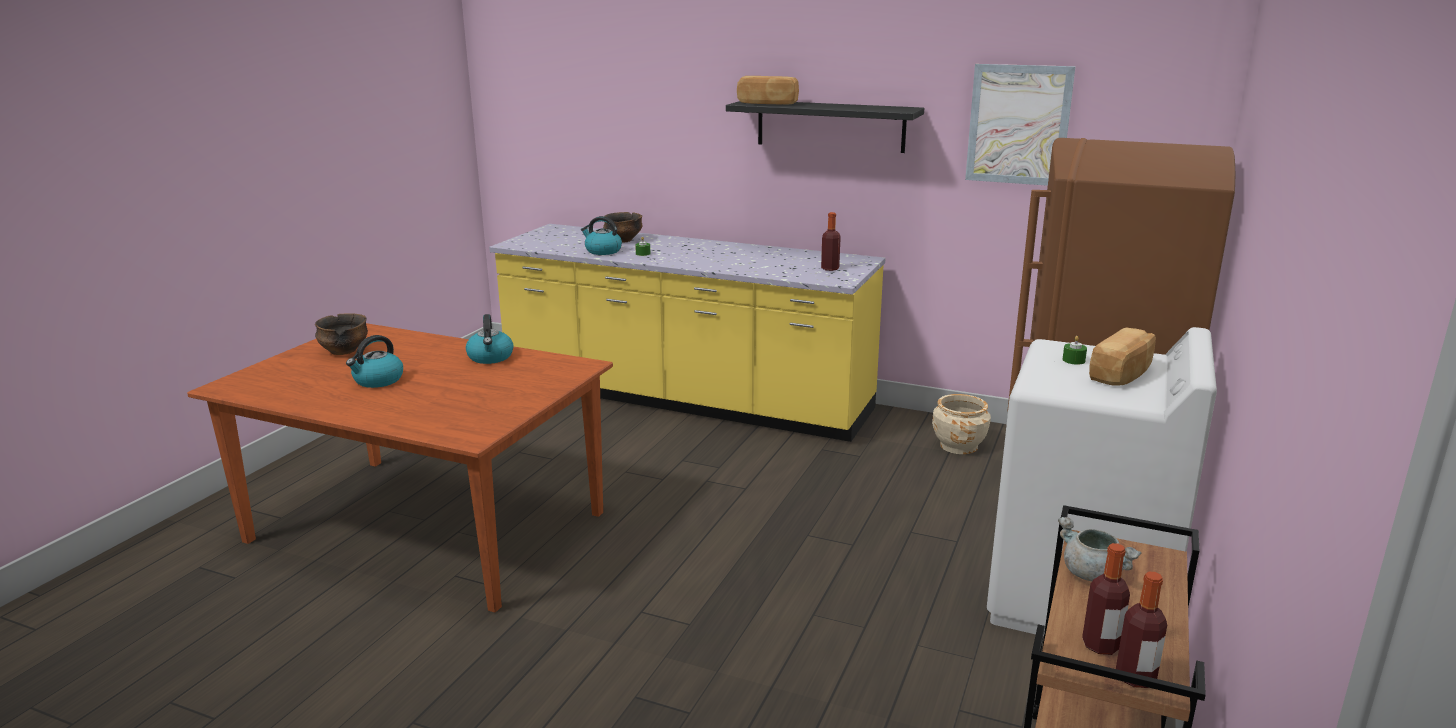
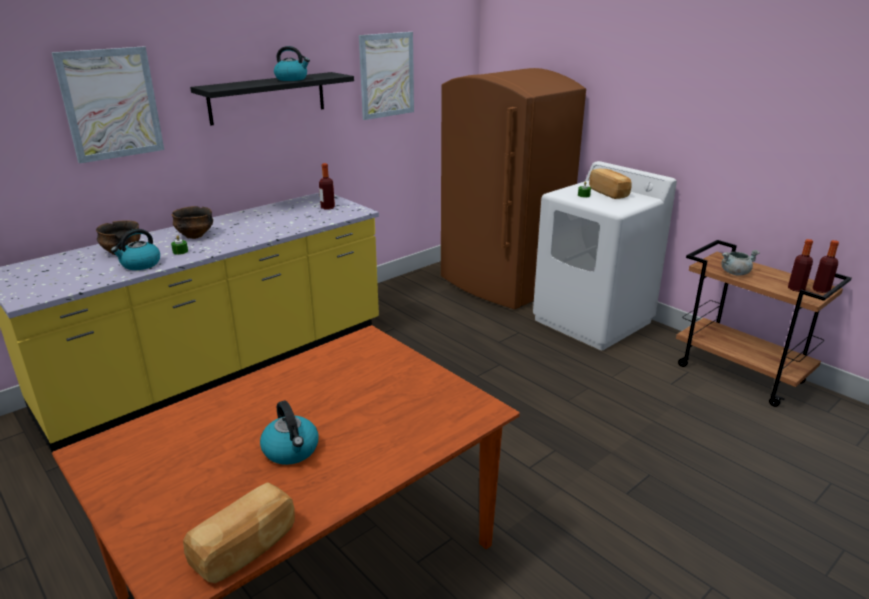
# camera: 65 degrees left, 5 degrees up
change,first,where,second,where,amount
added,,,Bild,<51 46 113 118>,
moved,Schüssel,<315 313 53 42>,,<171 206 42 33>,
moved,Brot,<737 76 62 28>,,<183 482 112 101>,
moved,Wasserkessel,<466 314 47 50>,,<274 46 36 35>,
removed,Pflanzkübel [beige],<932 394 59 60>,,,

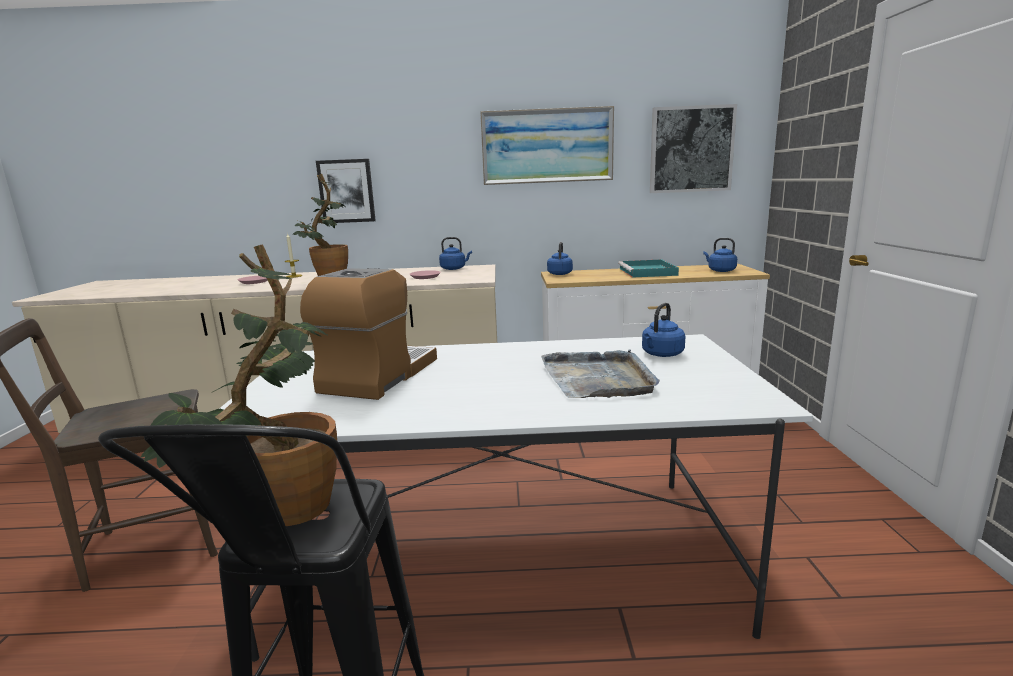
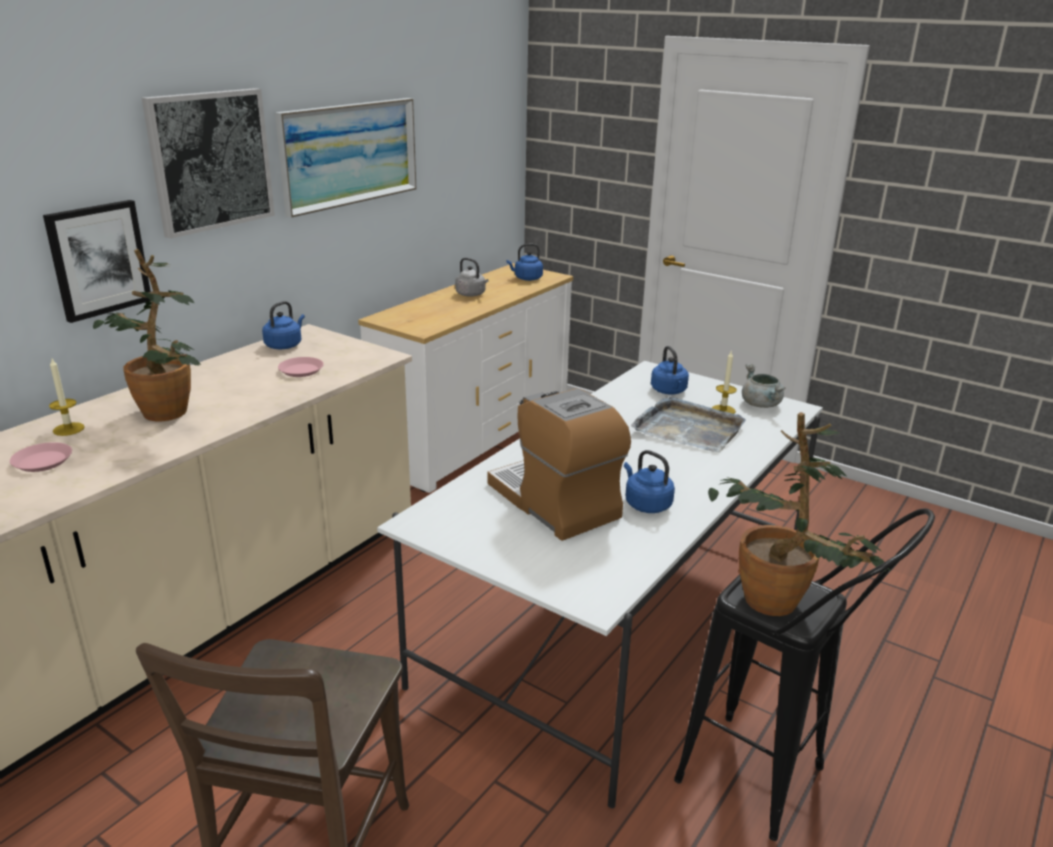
# camera: 55 degrees left, 10 degrees up
change,first,where,second,where,amount
moved,Bild,<650 104 87 89>,,<142 88 133 151>,
replaced,Tablett [türkis],<618 259 61 19>,Wasserkessel [grau],<455 258 33 39>,
moved,Wasserkessel [blau],<547 242 26 33>,,<624 450 51 63>,
added,,,Kerze,<712 351 25 63>,
added,,,Kochtopf [grau],<742 364 44 44>,

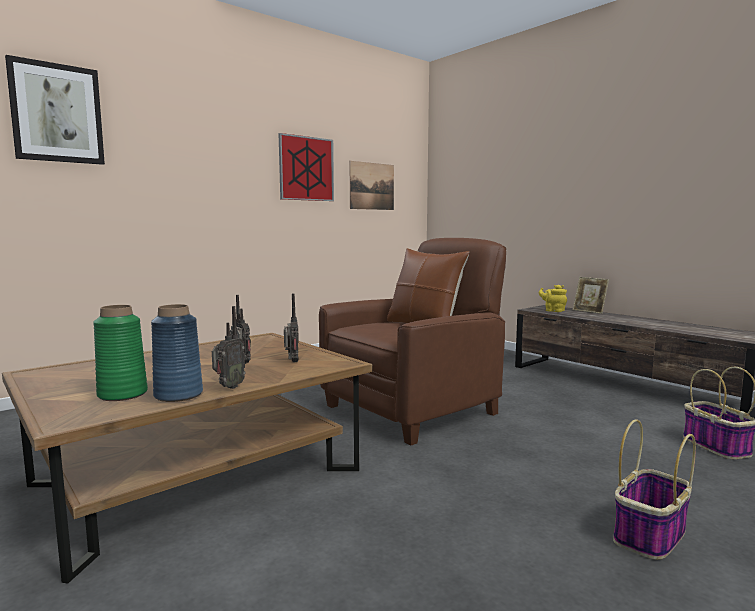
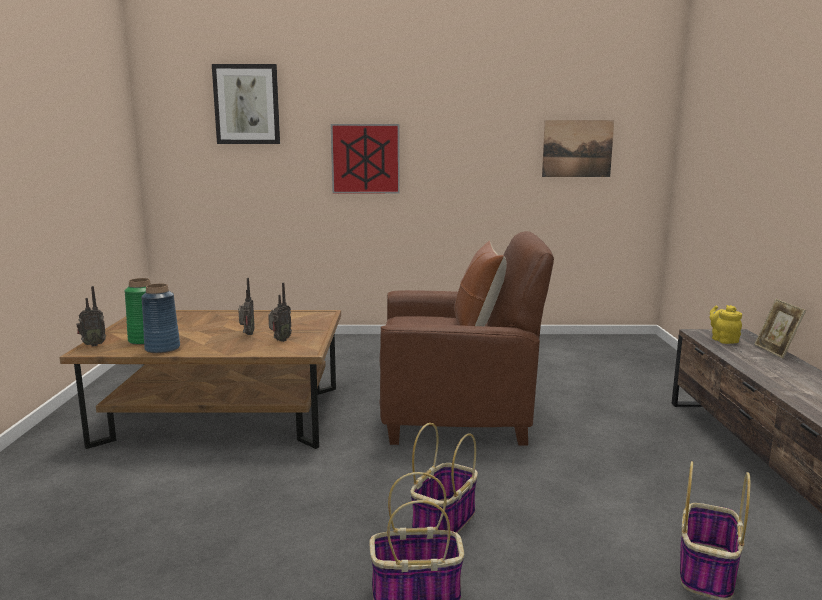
# camera: 40 degrees right, 5 degrees up
change,first,where,second,where,amount
moved,Radio,<212 306 34 83>,,<76 286 30 61>,
moved,Bild,<278 133 56 68>,,<331 124 69 69>,
added,,,Korb,<410 423 68 110>,

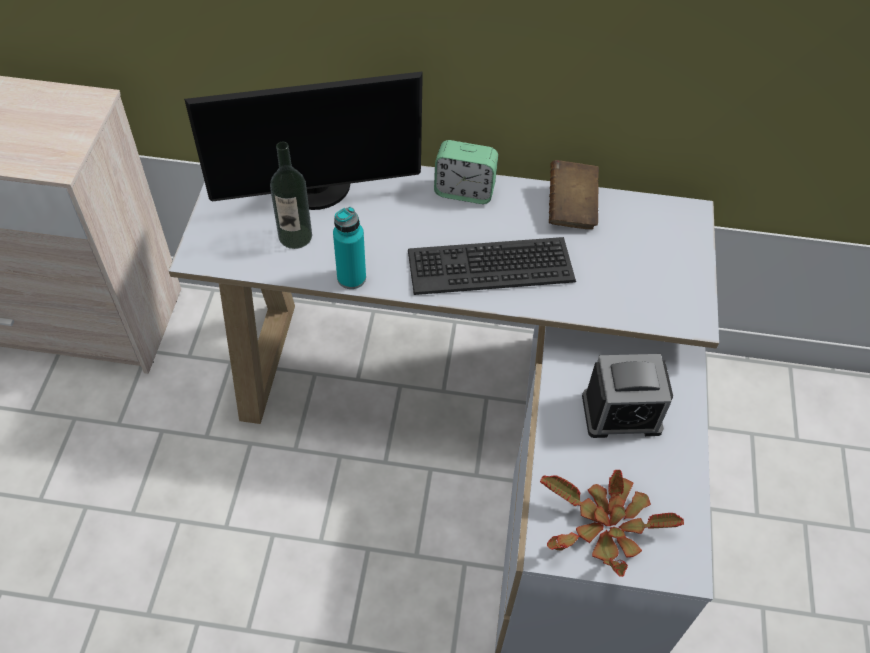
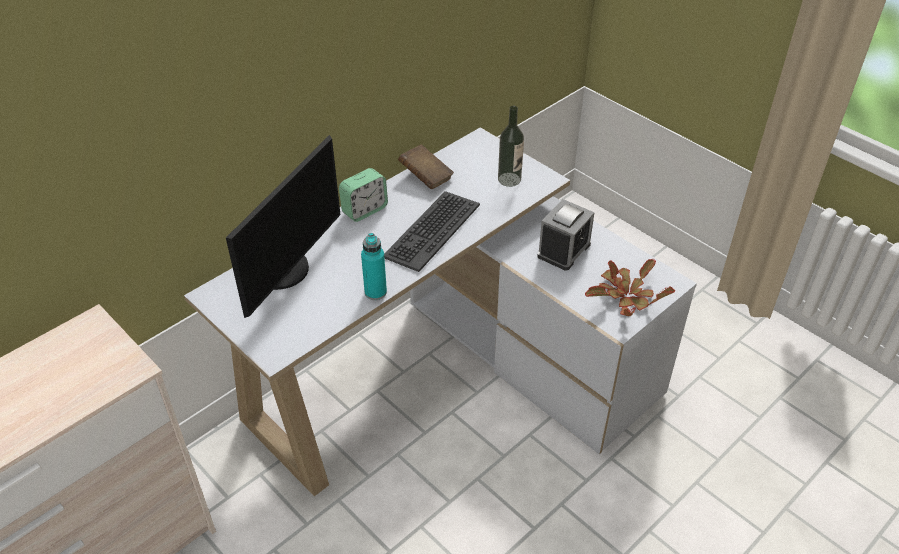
# camera: 50 degrees left, 10 degrees down
change,first,where,second,where,amount
moved,Flasche,<270 142 42 107>,,<498 106 26 81>,

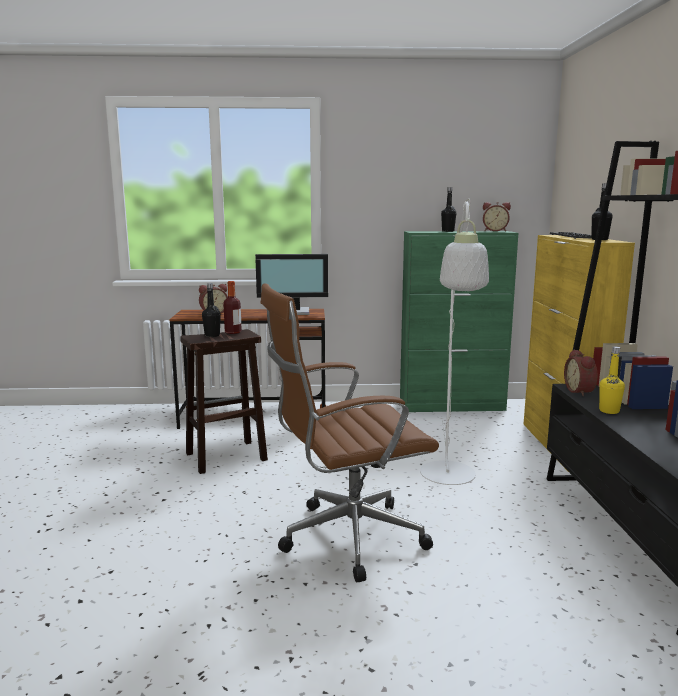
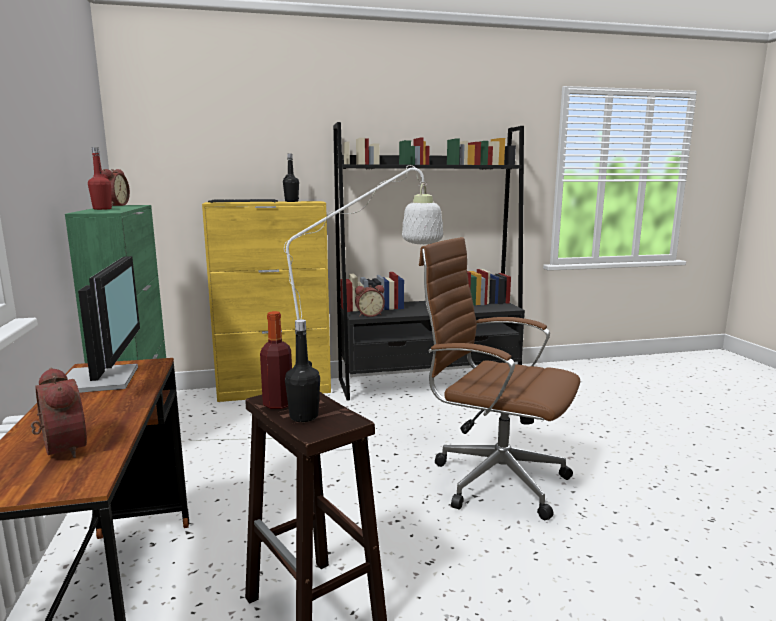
# camera: 100 degrees left, 0 degrees up
change,first,where,second,where,amount
recoloured,Flasche [schwarz],<441 187 15 45>,Flasche [rot],<88 147 24 63>,
turned,Bürostuhl [braun],<261 283 178 299>,,<419 237 161 283>,150 degrees clockwise
removed,Flasche [gelb],<599 346 26 68>,,,

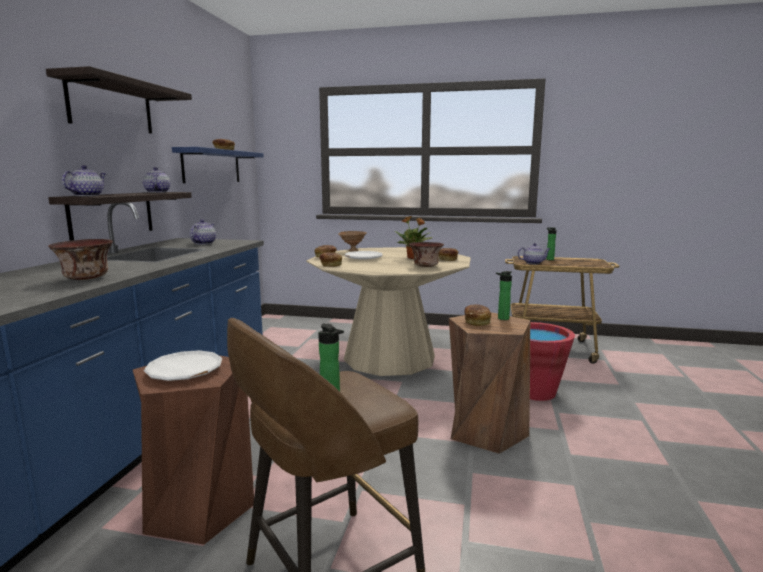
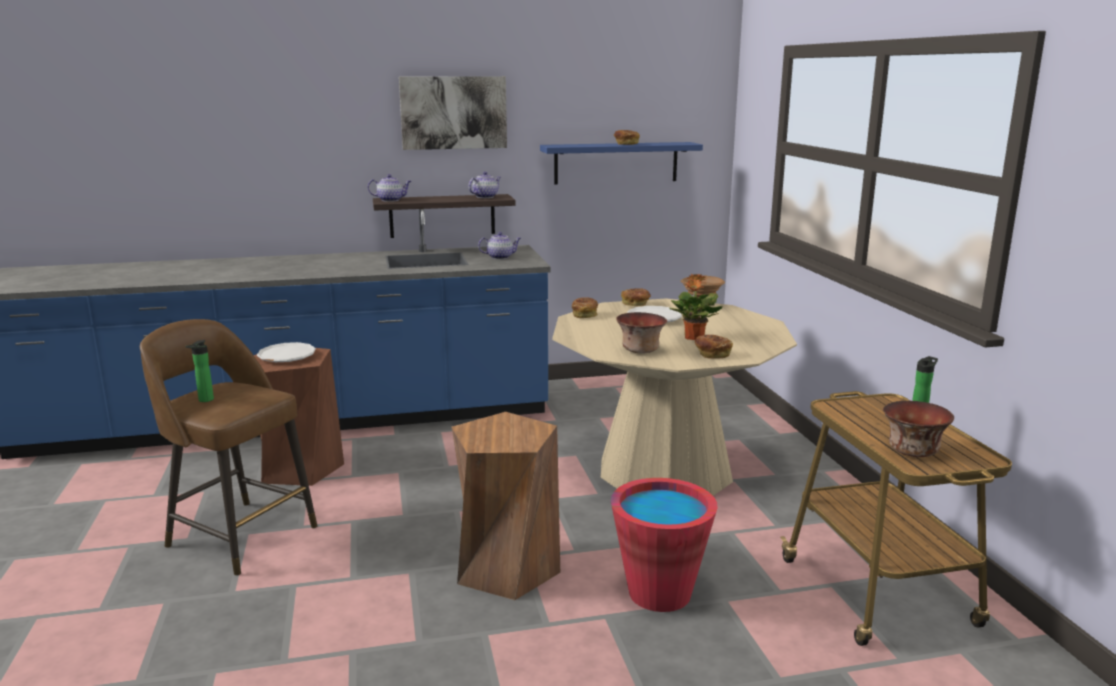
# camera: 65 degrees right, 5 degrees up
change,first,where,second,where,amount
replaced,Wandregal,<46 66 146 68>,Bild,<399 76 108 74>,
moved,Schüssel,<48 239 65 41>,,<883 401 71 56>,
removed,Brot,<464 304 27 22>,,,
removed,Flasche,<496 271 16 49>,,,
removed,Teekanne,<517 243 33 21>,,,

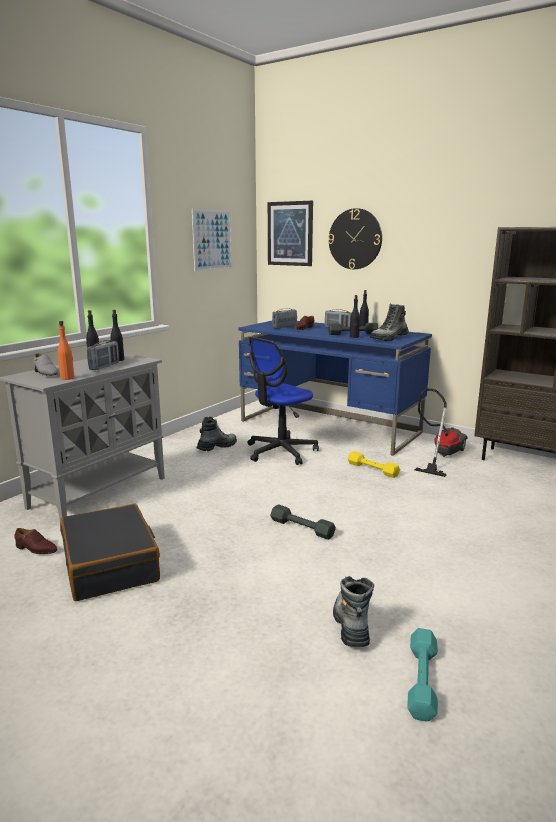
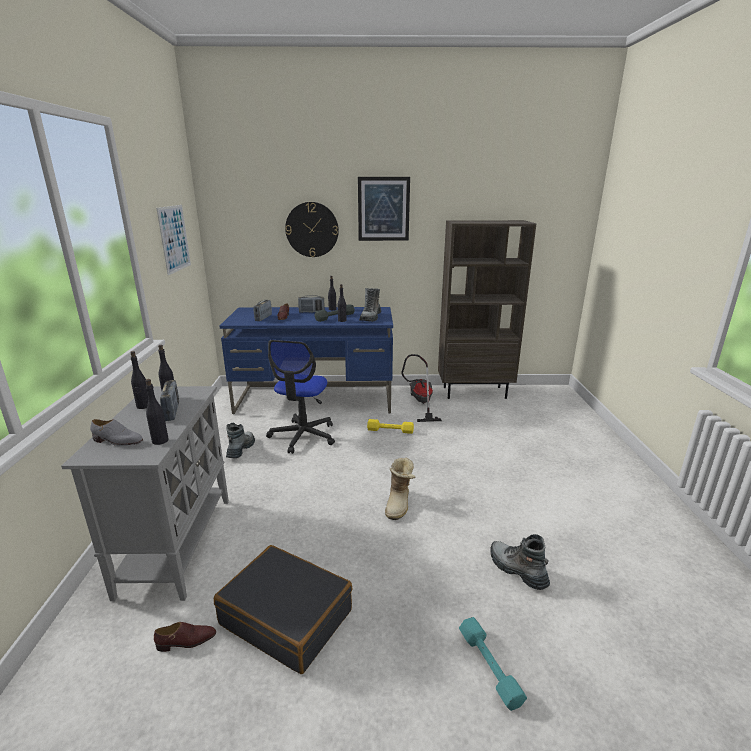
# camera: 35 degrees left, 5 degrees up
change,first,where,second,where,amount
recoloured,Flasche [orange],<57 321 18 59>,Flasche [schwarz],<146 379 23 66>,
moved,Bild,<268 201 45 65>,,<358 177 52 64>,
replaced,Hantel [grau],<270 504 66 36>,Stiefel,<385 458 31 62>,
moved,Hantel [türkis],<407 628 31 93>,,<459 617 68 94>,

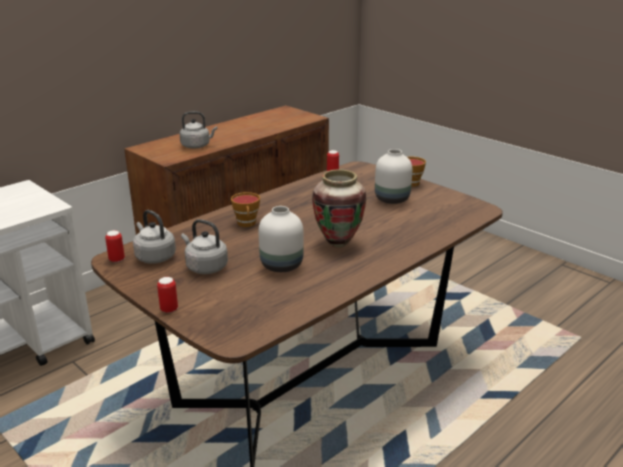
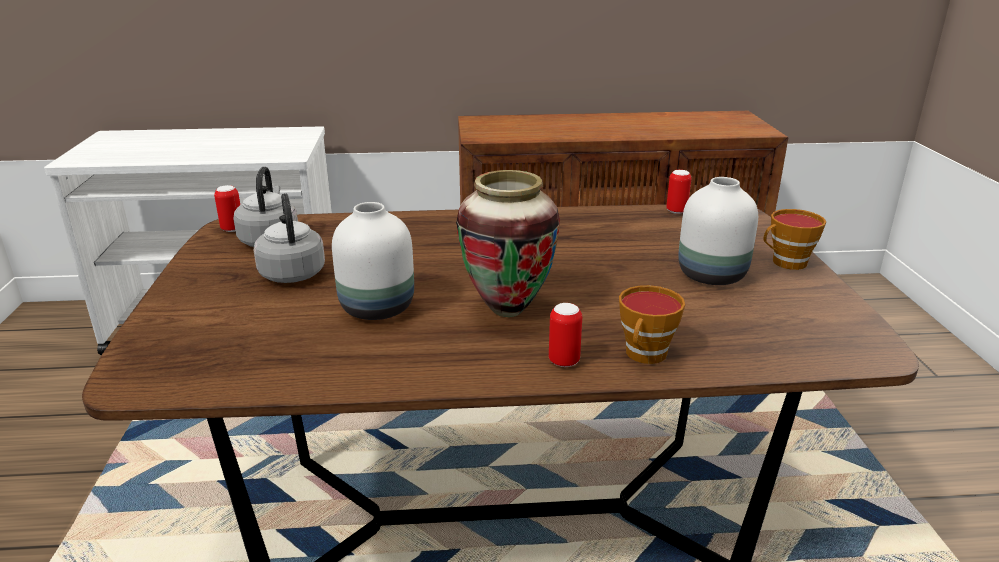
# camera: 40 degrees right, 0 degrees up
change,first,where,second,where,amount
moved,Dose,<157 277 21 36>,,<549 303 33 64>,
moved,Tasse,<231 192 29 35>,,<619 285 66 79>,
removed,Wasserkessel [grau],<180 111 37 38>,,,

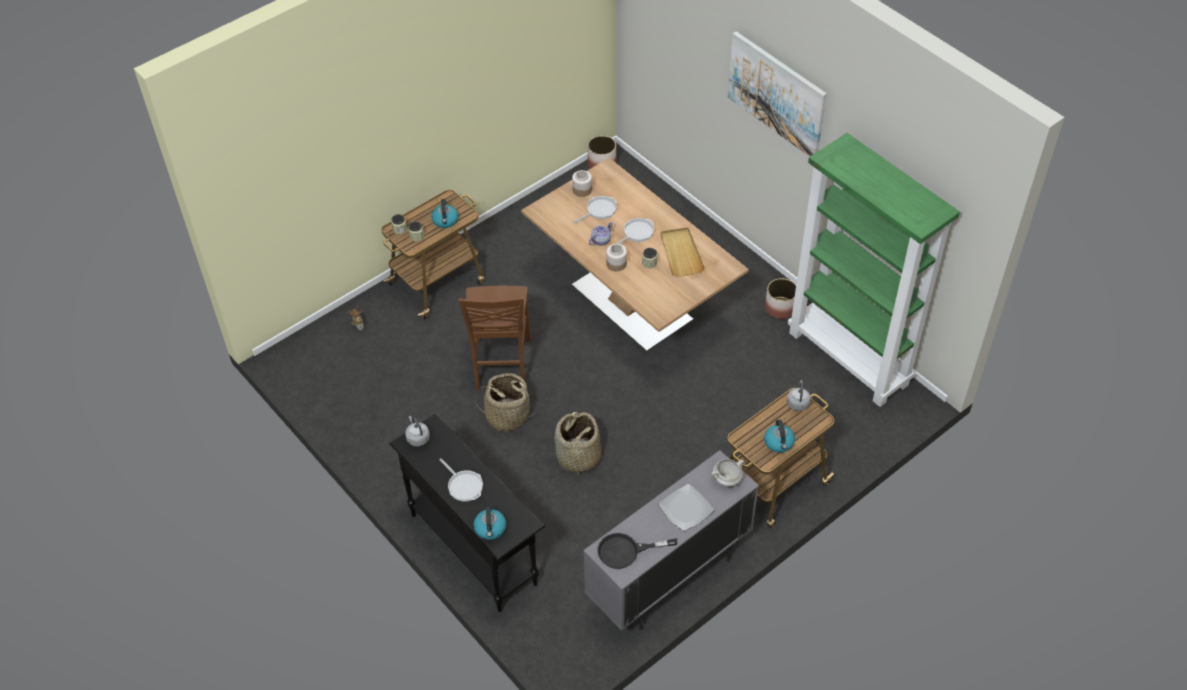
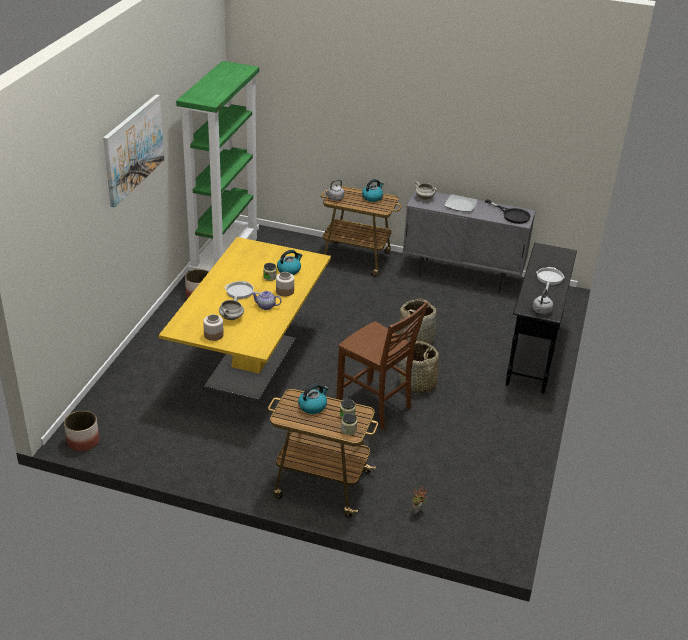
# camera: 125 degrees left, 15 degrees down
change,first,where,second,where,amount
recoloured,Esstisch [braun],<521 158 228 195>,Esstisch [gelb],<159 237 172 164>,
replaced,Pfanne,<572 196 45 28>,Kochtopf [weiß],<219 296 25 24>,
moved,Wasserkessel,<474 505 32 35>,,<277 250 26 25>,
turned,Stuhl [braun],<458 286 73 104>,,<337 301 92 129>,75 degrees clockwise
removed,Tablett [beige],<660 228 45 49>,,,

